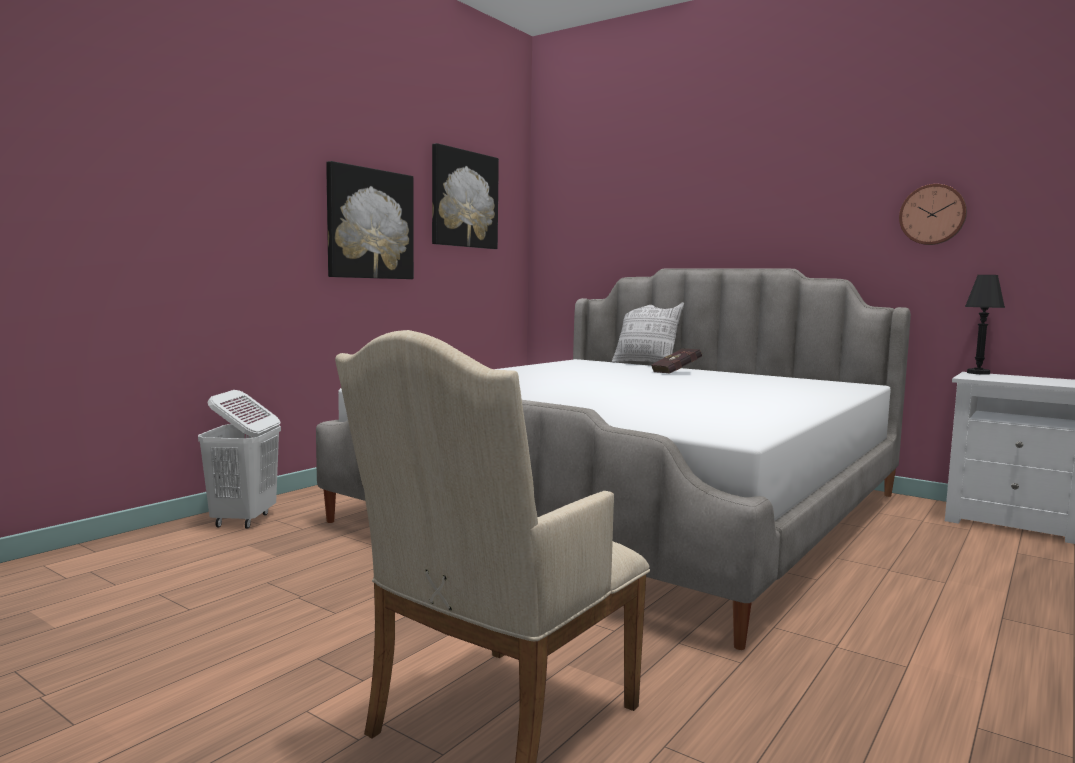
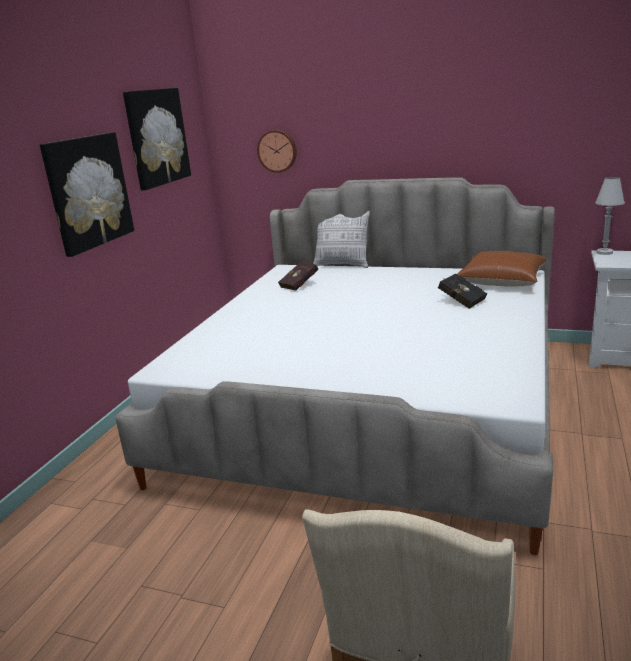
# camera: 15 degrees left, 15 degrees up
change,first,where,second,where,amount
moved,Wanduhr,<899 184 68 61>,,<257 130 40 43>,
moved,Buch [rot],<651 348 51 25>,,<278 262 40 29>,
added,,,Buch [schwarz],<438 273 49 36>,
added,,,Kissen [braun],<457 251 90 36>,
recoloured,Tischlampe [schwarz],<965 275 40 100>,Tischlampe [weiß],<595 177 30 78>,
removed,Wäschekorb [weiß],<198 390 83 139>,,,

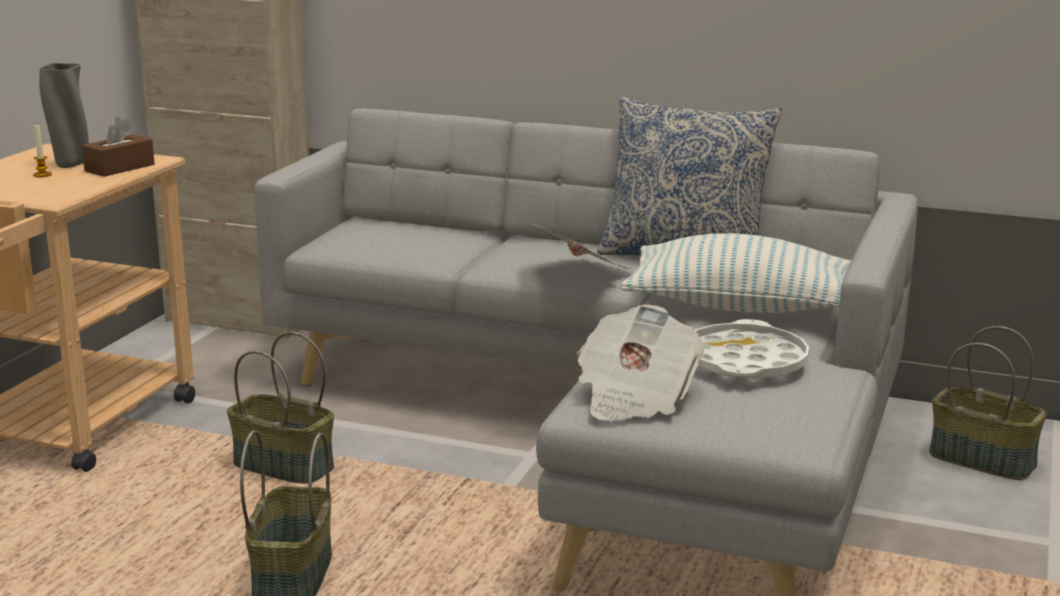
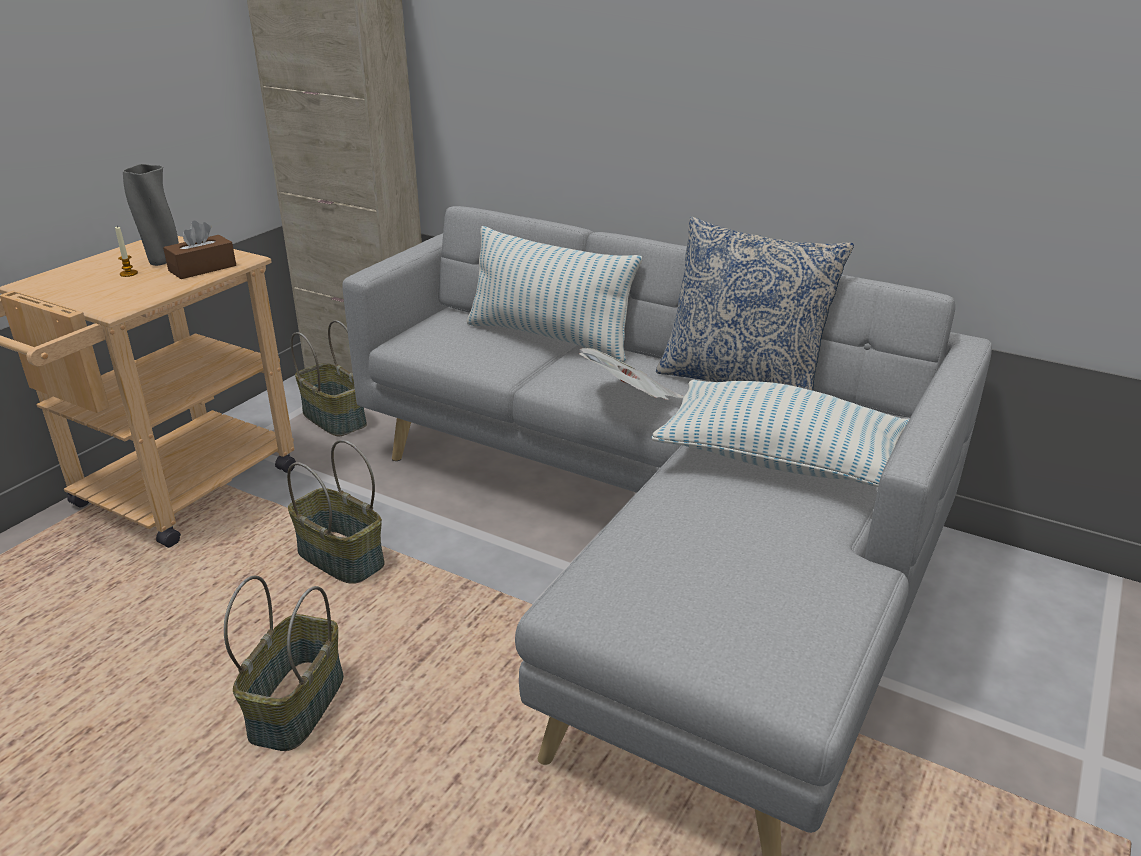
# camera: 10 degrees right, 10 degrees up
change,first,where,second,where,amount
moved,Korb,<929 326 118 154>,,<290 320 77 116>,
added,,,Kissen,<467 226 175 136>,
removed,Zeitung,<576 305 128 116>,,,
removed,Tablett [weiß],<695 319 114 61>,,,

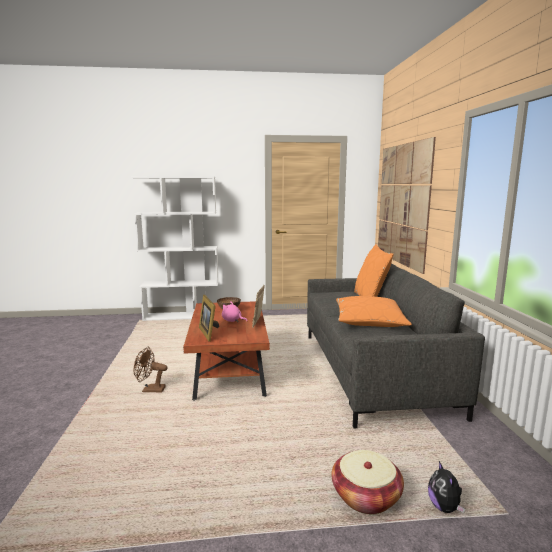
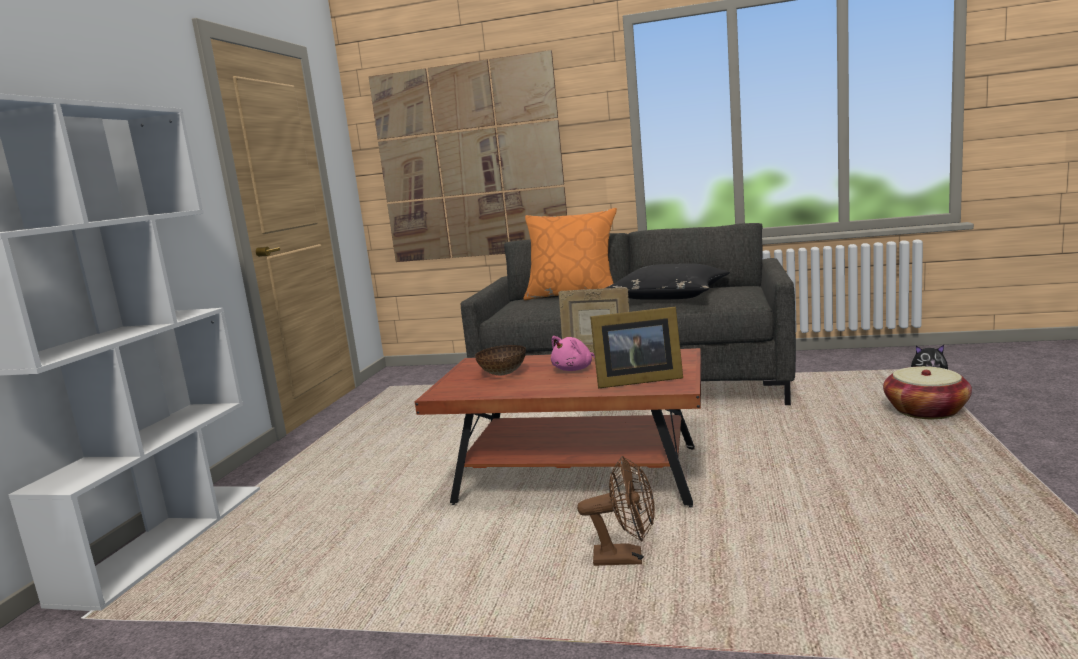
# camera: 70 degrees left, 0 degrees up
change,first,where,second,where,amount
turned,Ventilator [braun],<134 347 34 45>,,<577 456 78 110>,105 degrees counterclockwise
recoloured,Kissen [orange],<336 296 76 31>,Kissen [schwarz],<604 263 126 37>,

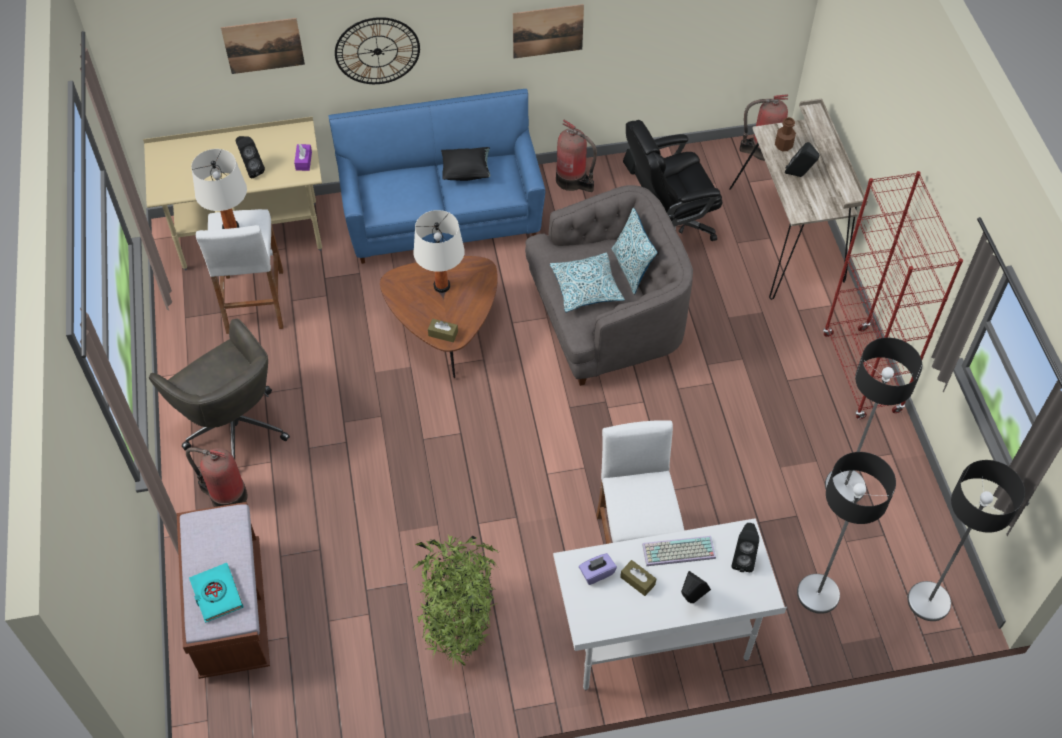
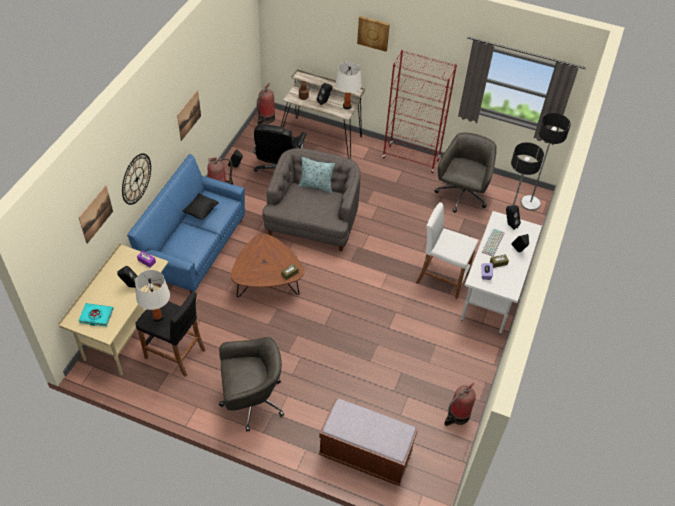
# camera: 60 degrees left, 5 degrees down
change,first,where,second,where,amount
moved,Buch [türkis],<189 563 55 60>,,<78 303 36 24>,
recoloured,Hocker [weiß],<196 209 87 125>,Hocker [schwarz],<135 291 70 86>,
moved,Tischlampe [weiß],<413 210 52 83>,,<336 62 26 47>,
added,,,Bild,<357 16 33 36>,
replaced,Stehlampe,<825 337 97 166>,Bürostuhl [grau],<434 132 63 81>,
moved,Feuerlöscher,<186 447 62 60>,,<444 382 32 44>,
removed,Topfpflanze,<411 535 89 132>,,,
removed,Kissen,<550 253 75 60>,,,

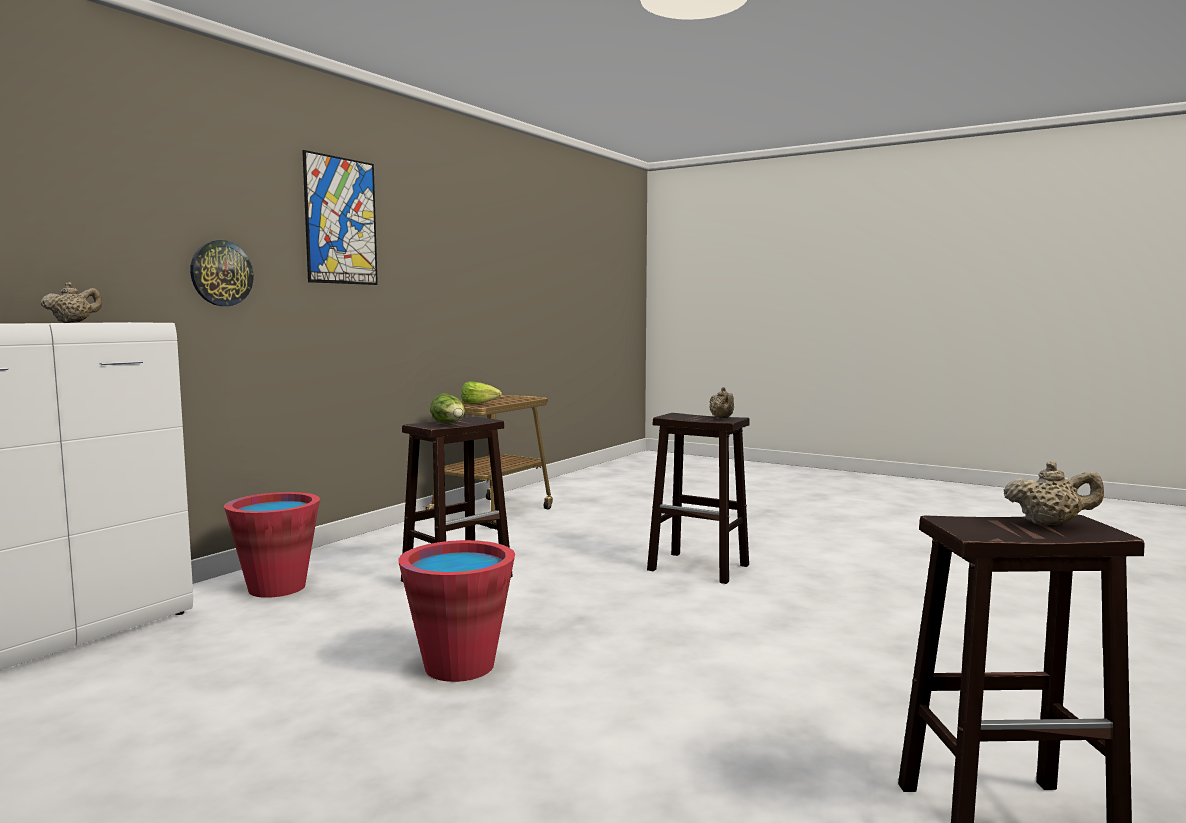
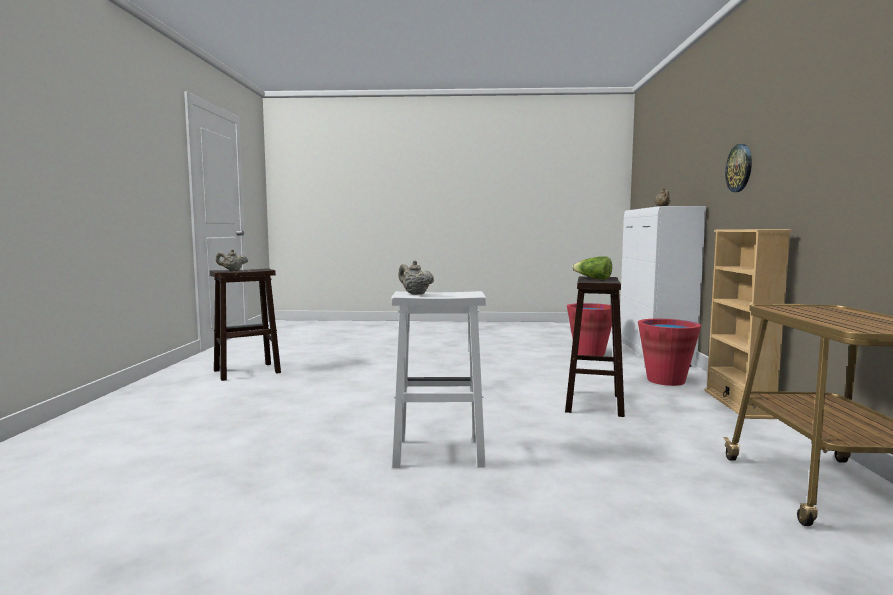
# camera: 150 degrees right, 0 degrees up
change,first,where,second,where,amount
recoloured,Hocker [braun],<647 413 103 171>,Hocker [weiß],<391 291 95 177>,
moved,Eimer [rot],<398 540 117 142>,,<567 303 45 53>,
added,,,Bücherregal [beige],<704 229 88 190>,
removed,Bild,<302 150 76 135>,,,
removed,Salatkopf,<461 381 41 23>,,,

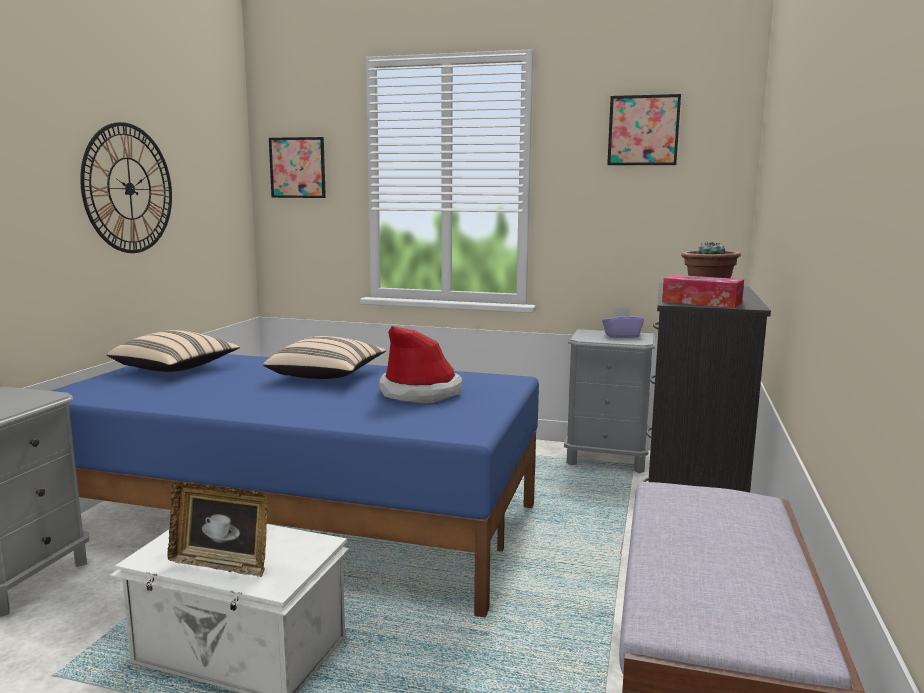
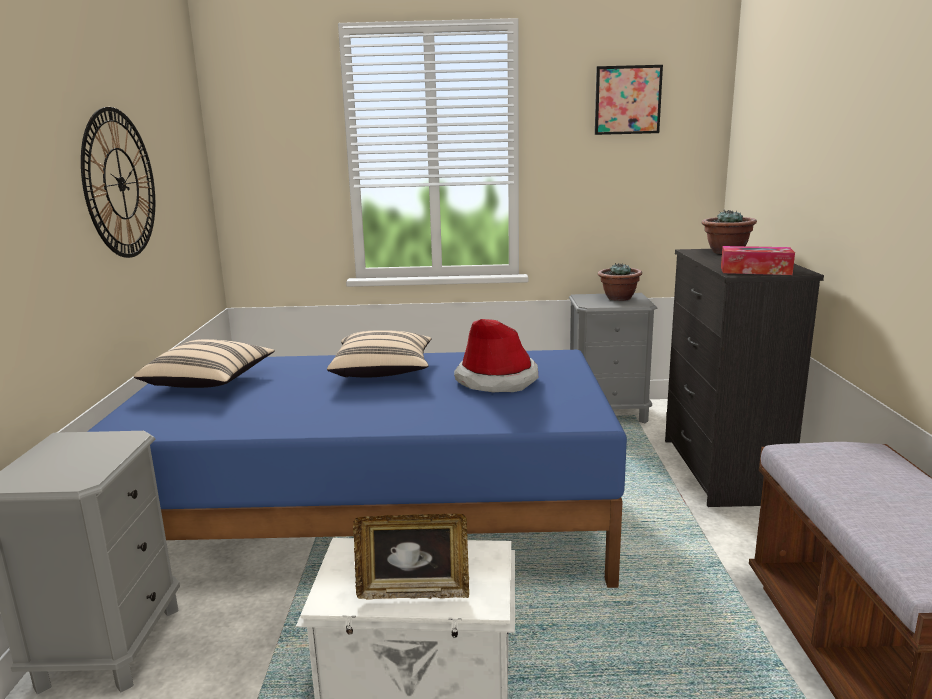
# camera: 15 degrees left, 5 degrees up
change,first,where,second,where,amount
replaced,Taschentuchbox [lila],<602 307 42 31>,Topfpflanze,<598 263 44 38>,
removed,Bild,<269 137 57 61>,,,

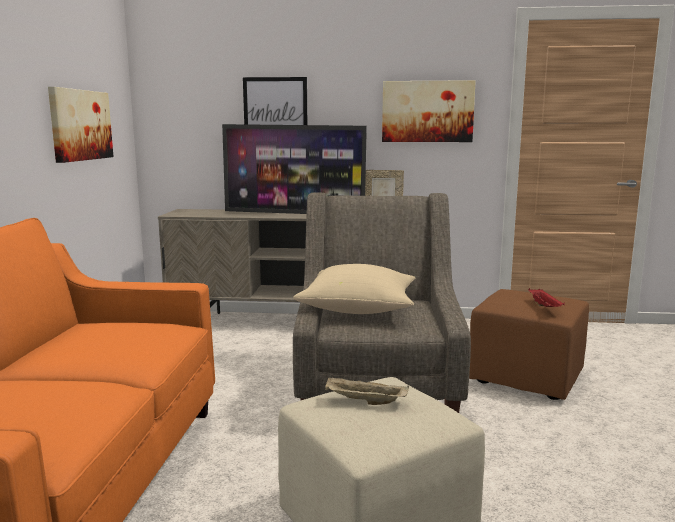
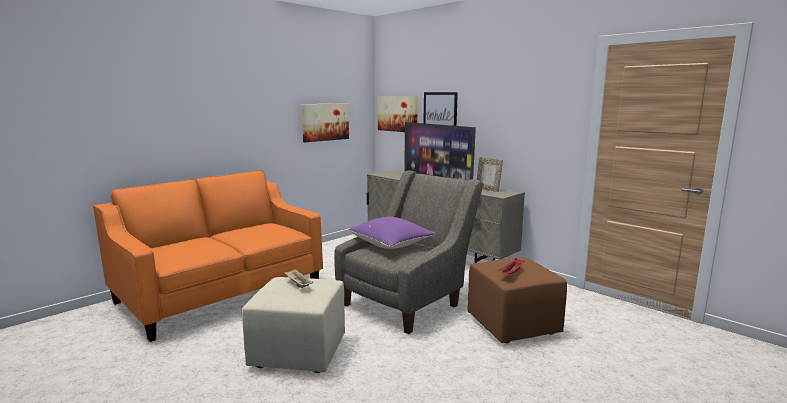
# camera: 40 degrees right, 0 degrees up
change,first,where,second,where,amount
recoloured,Kissen [beige],<294 264 121 50>,Kissen [lila],<349 217 87 32>,
moved,Bild,<382 80 94 62>,,<378 96 40 36>,

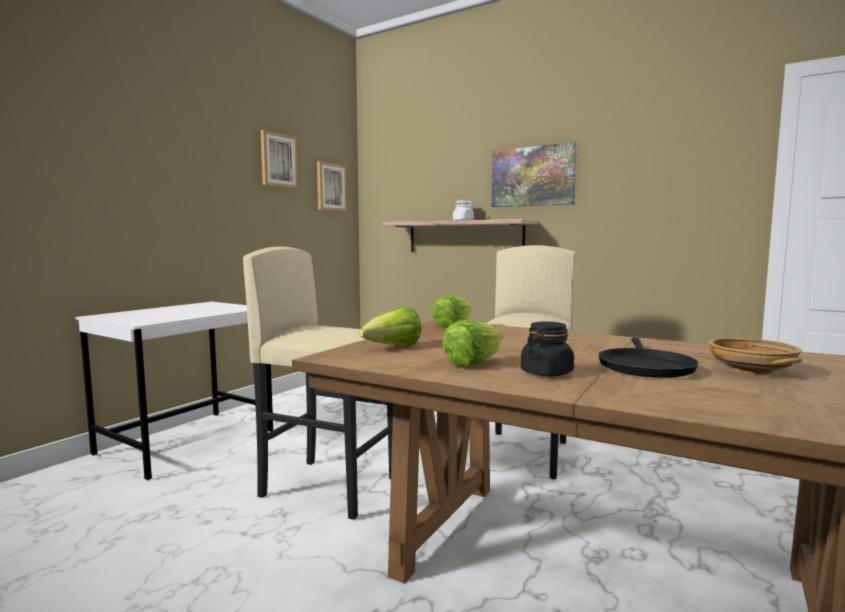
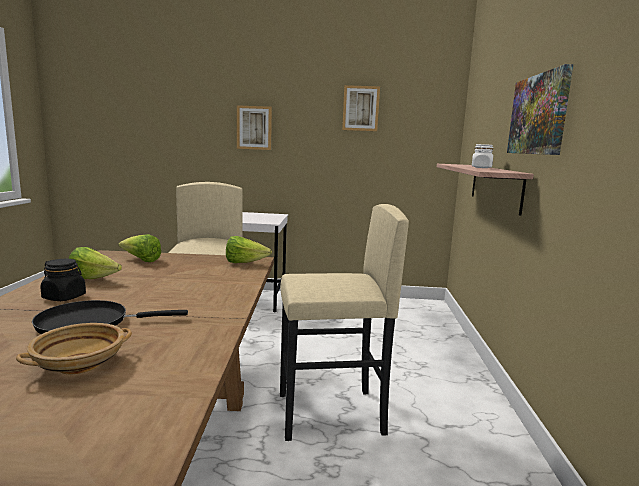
# camera: 60 degrees right, 5 degrees up
change,first,where,second,where,amount
moved,Bild,<317 161 30 51>,,<237 105 35 45>,

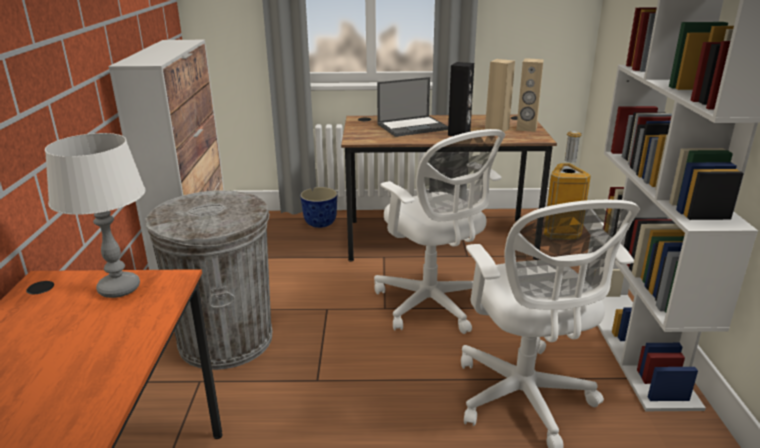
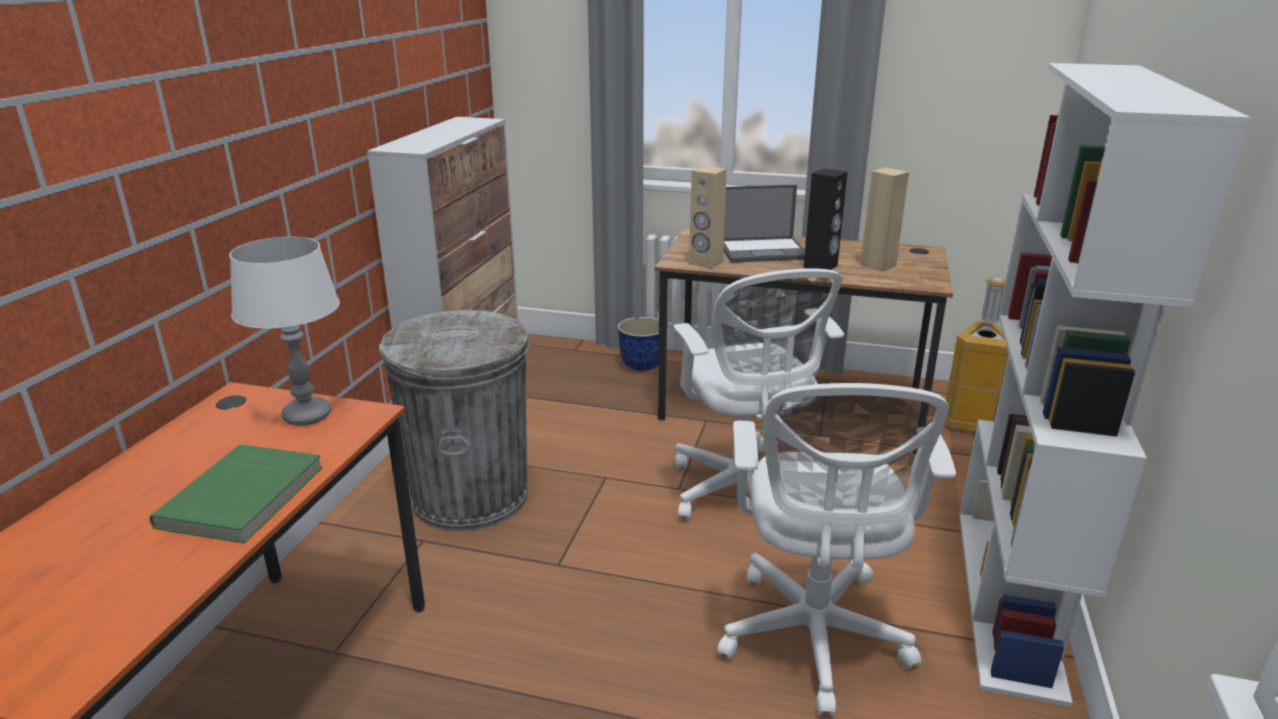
# camera: 15 degrees right, 0 degrees up
change,first,where,second,where,amount
added,,,Buch [grün],<150 444 173 99>,
moved,Lautsprecher [beige],<516 58 28 74>,,<689 166 38 103>,

